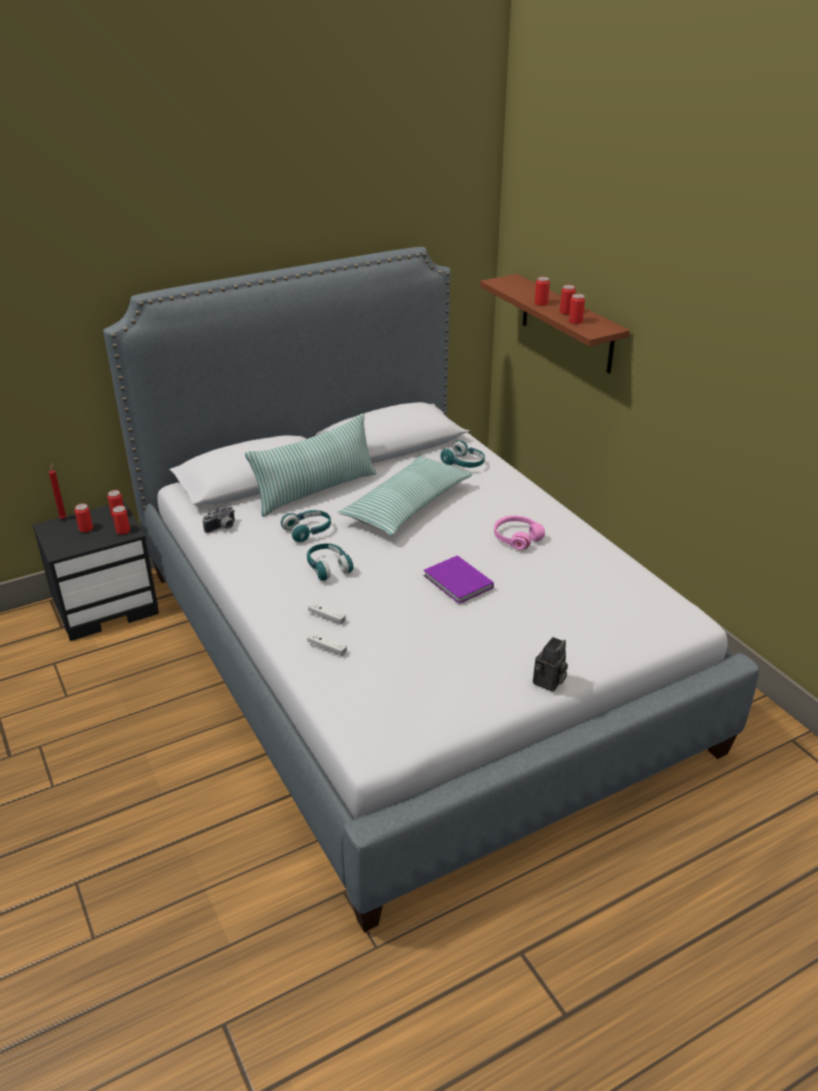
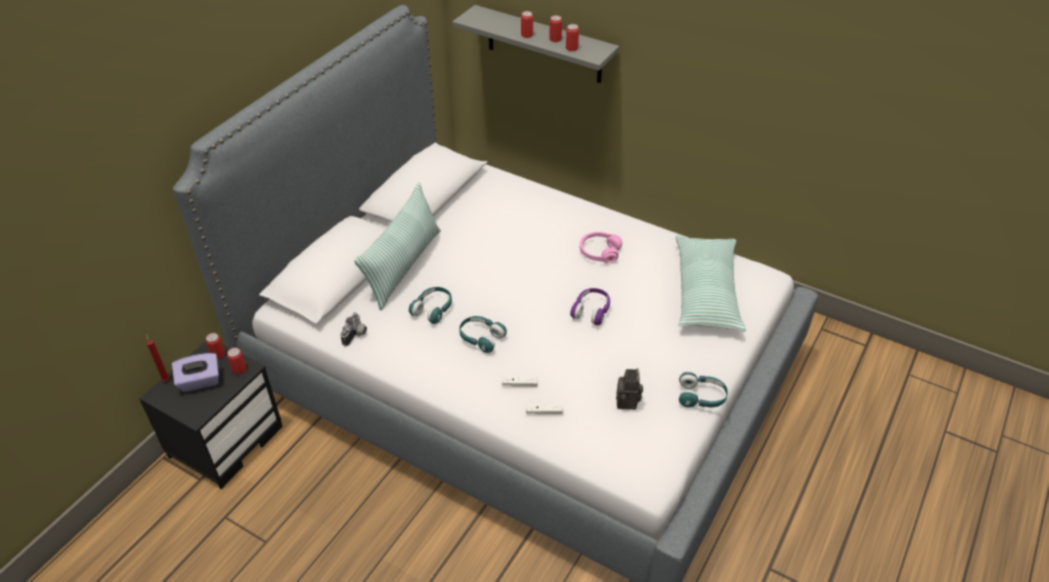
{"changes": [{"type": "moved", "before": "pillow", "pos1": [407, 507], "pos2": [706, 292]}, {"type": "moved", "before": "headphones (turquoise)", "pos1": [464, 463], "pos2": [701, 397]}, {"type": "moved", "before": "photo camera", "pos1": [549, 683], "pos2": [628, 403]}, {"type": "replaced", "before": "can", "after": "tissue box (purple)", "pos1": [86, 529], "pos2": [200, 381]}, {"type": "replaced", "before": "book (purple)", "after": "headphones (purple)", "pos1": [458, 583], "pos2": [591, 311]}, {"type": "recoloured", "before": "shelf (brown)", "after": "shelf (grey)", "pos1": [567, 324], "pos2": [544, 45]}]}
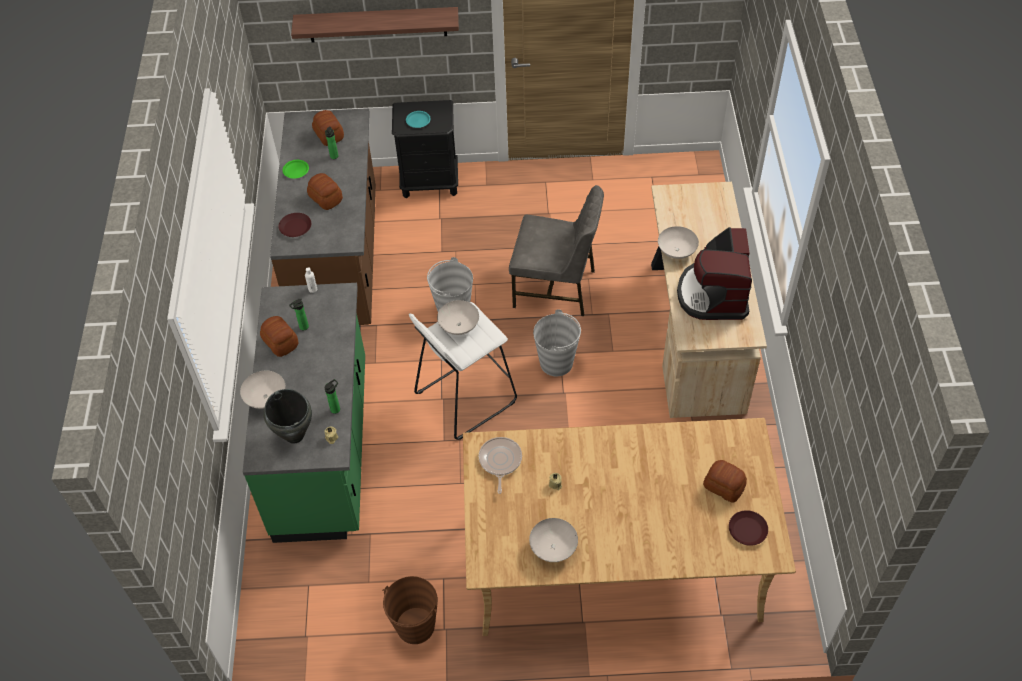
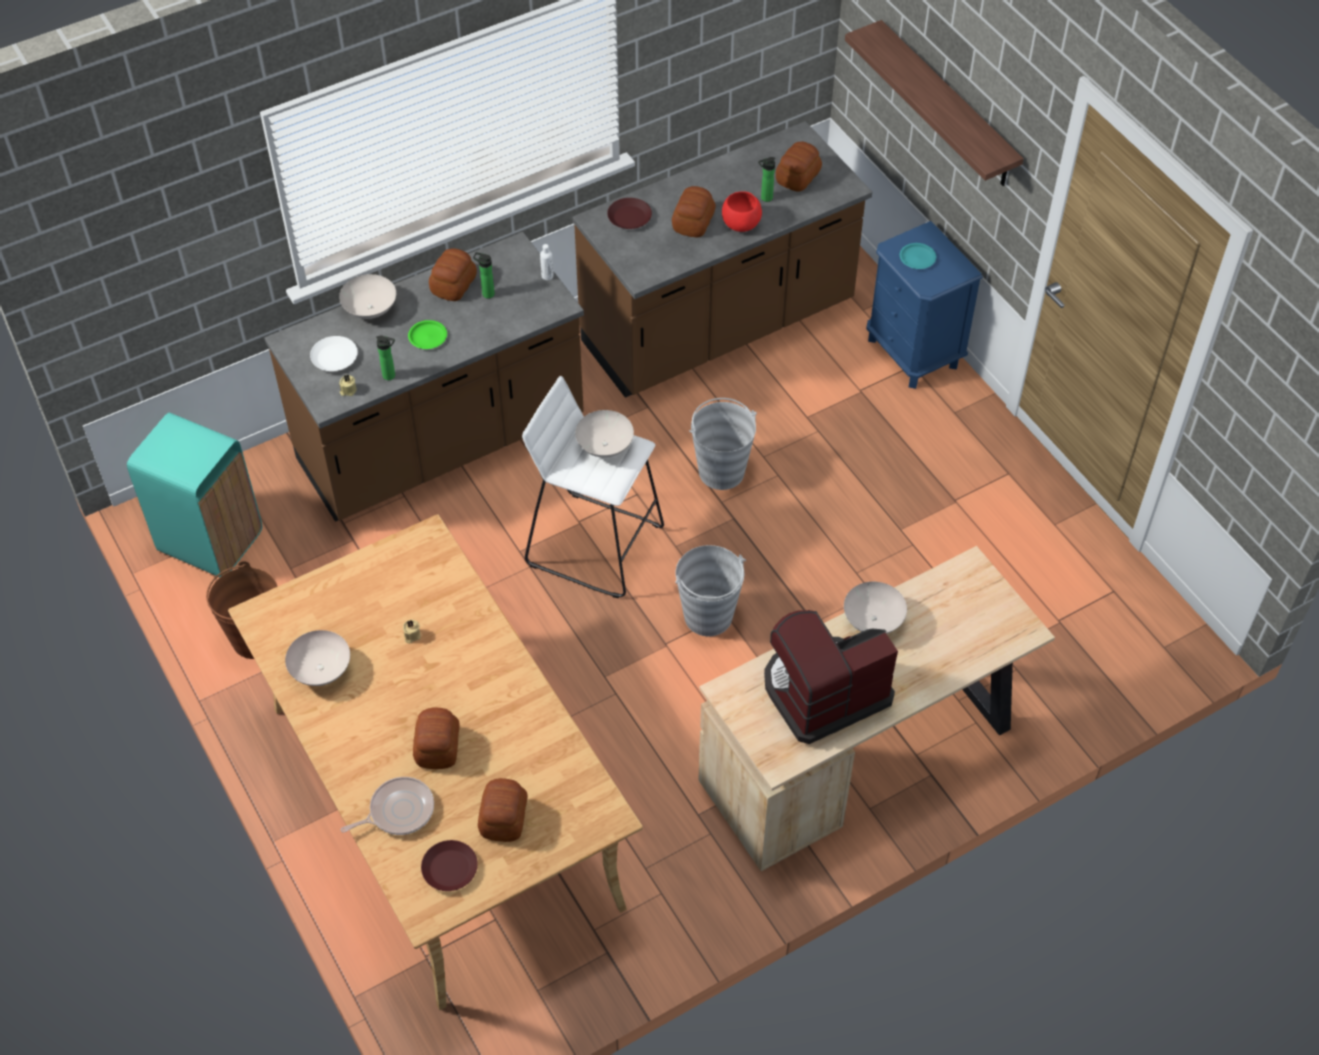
{"changes": [{"type": "removed", "before": "chair (grey)", "pos1": [556, 288]}, {"type": "added", "after": "trash can (turquoise)", "pos2": [210, 540]}, {"type": "added", "after": "bread", "pos2": [438, 746]}, {"type": "added", "after": "bowl (red)", "pos2": [741, 224]}, {"type": "moved", "before": "plate (green)", "pos1": [296, 170], "pos2": [428, 337]}, {"type": "moved", "before": "frying pan", "pos1": [500, 461], "pos2": [398, 811]}, {"type": "replaced", "before": "cooking pot (black)", "after": "plate (white)", "pos1": [295, 435], "pos2": [335, 357]}, {"type": "recoloured", "before": "counter (green)", "after": "counter (brown)", "pos1": [324, 449], "pos2": [442, 443]}, {"type": "recoloured", "before": "nightstand (black)", "after": "nightstand (blue)", "pos1": [430, 182], "pos2": [913, 353]}]}
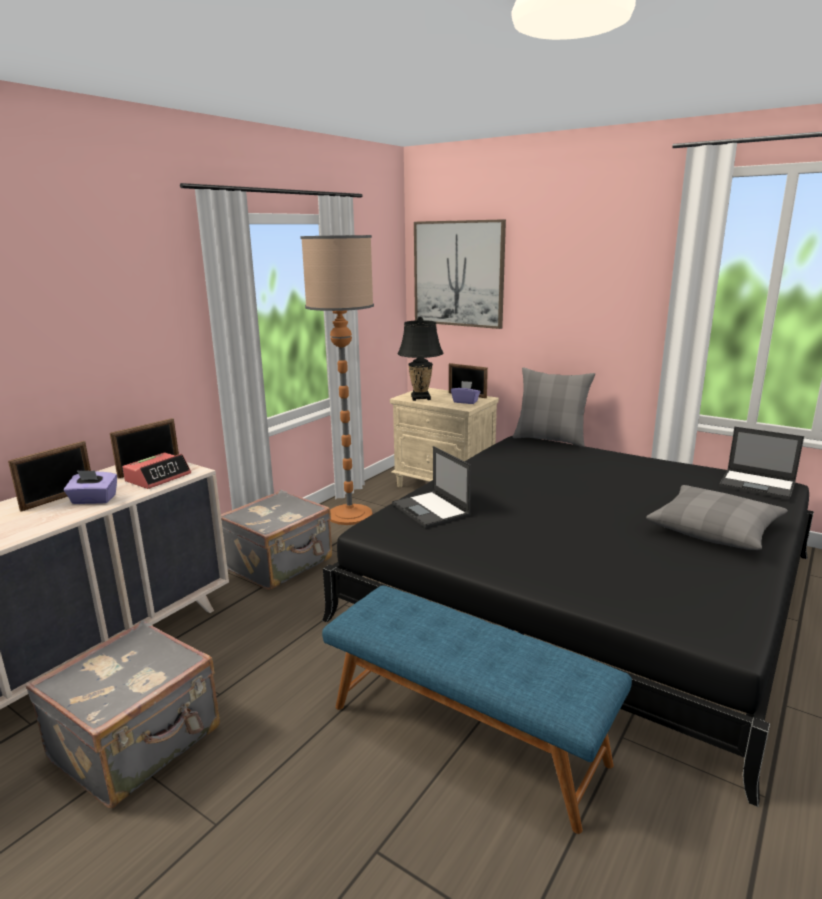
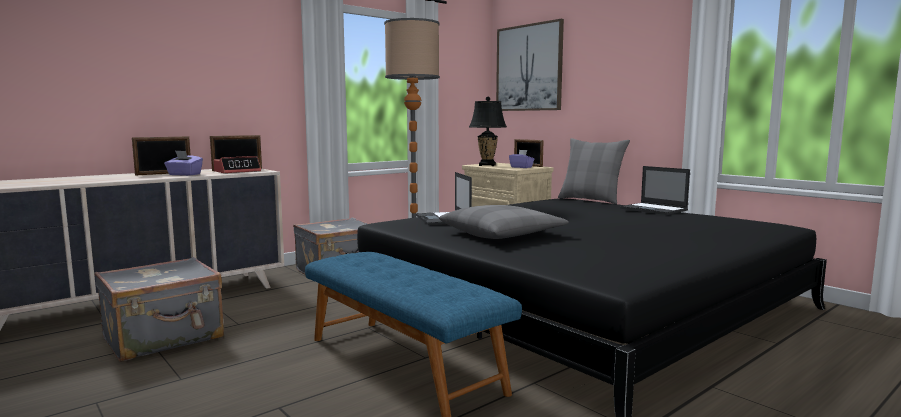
{"changes": [{"type": "moved", "before": "pillow (grey)", "pos1": [714, 529], "pos2": [502, 234]}, {"type": "moved", "before": "laptop", "pos1": [758, 485], "pos2": [654, 209]}]}
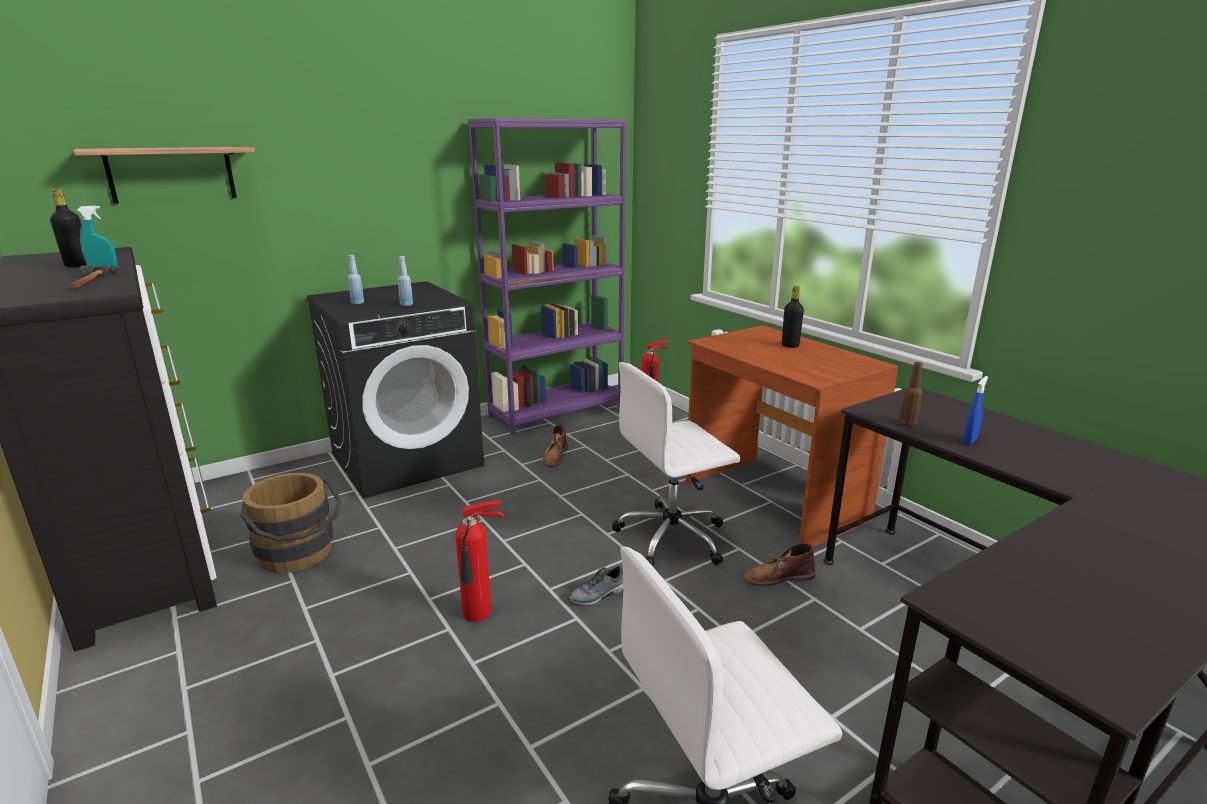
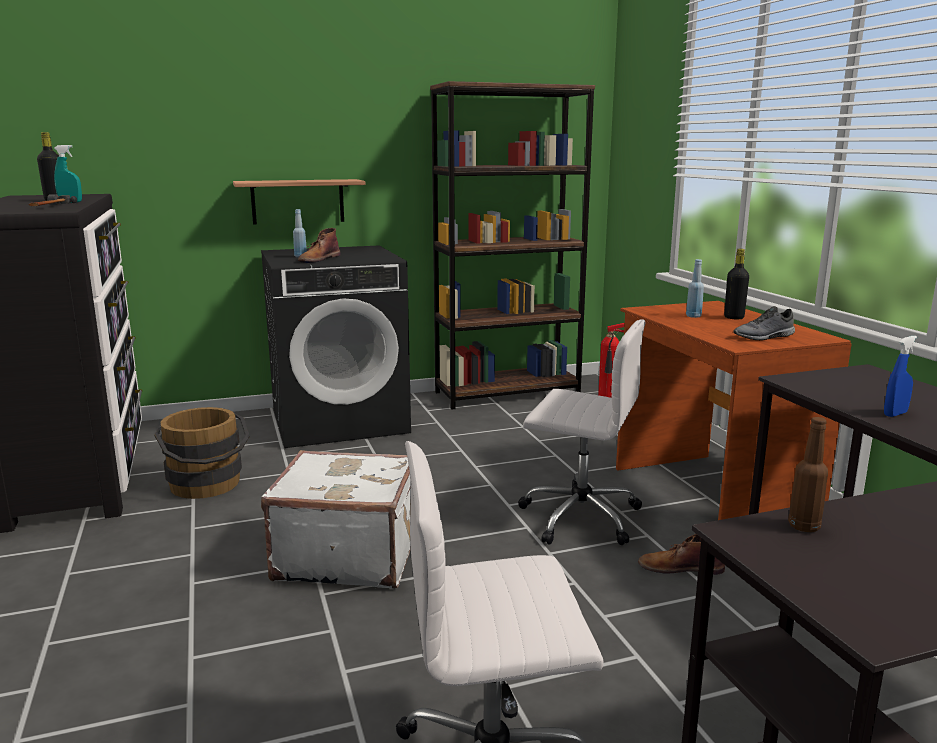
{"changes": [{"type": "moved", "before": "shelf", "pos1": [171, 174], "pos2": [298, 201]}, {"type": "moved", "before": "bottle (blue)", "pos1": [406, 304], "pos2": [693, 316]}, {"type": "moved", "before": "boot (brown)", "pos1": [555, 456], "pos2": [318, 259]}, {"type": "moved", "before": "shoe (grey)", "pos1": [598, 595], "pos2": [764, 337]}, {"type": "moved", "before": "bottle (brown)", "pos1": [907, 423], "pos2": [804, 526]}, {"type": "replaced", "before": "fire extinguisher", "after": "suitcase (white)", "pos1": [479, 614], "pos2": [347, 555]}, {"type": "recoloured", "before": "bookcase (purple)", "after": "bookcase (brown)", "pos1": [557, 411], "pos2": [507, 393]}, {"type": "turned", "before": "office chair (white)", "pos1": [673, 537], "pos2": [578, 516], "turn": -150}]}
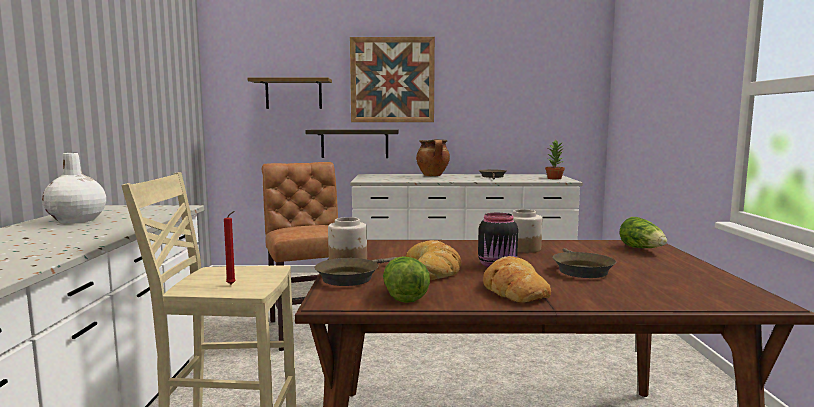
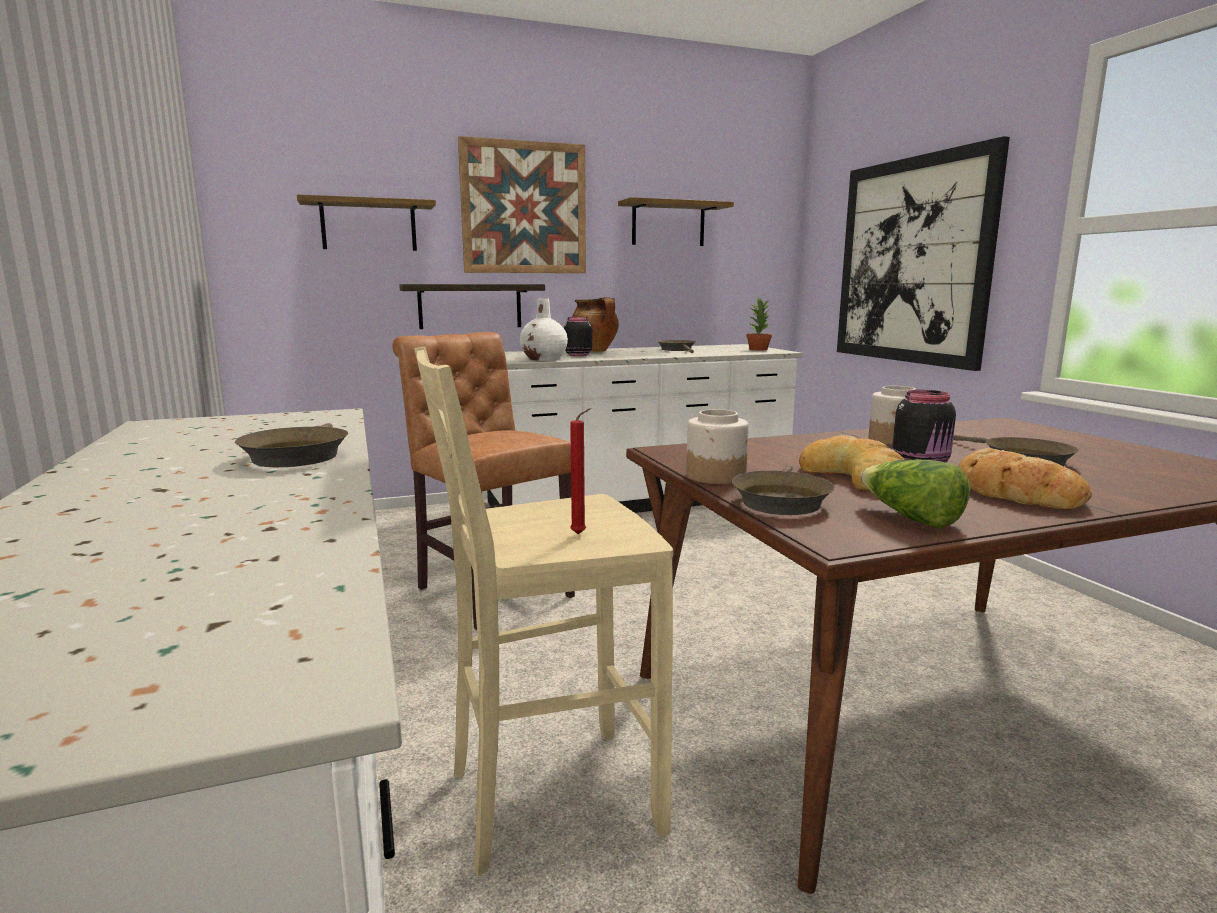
{"changes": [{"type": "removed", "before": "lettuce", "pos1": [642, 249]}, {"type": "added", "after": "frying pan (brown)", "pos2": [297, 455]}, {"type": "added", "after": "jar (black)", "pos2": [577, 355]}, {"type": "added", "after": "shelf", "pos2": [668, 224]}, {"type": "added", "after": "picture", "pos2": [912, 261]}, {"type": "moved", "before": "vase (white)", "pos1": [77, 220], "pos2": [544, 359]}]}
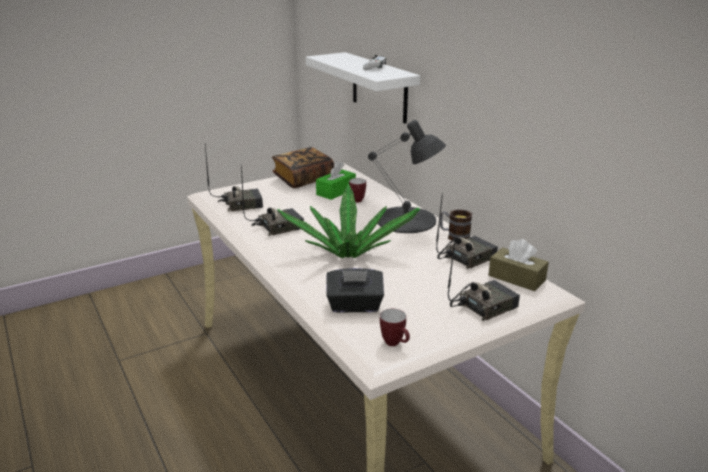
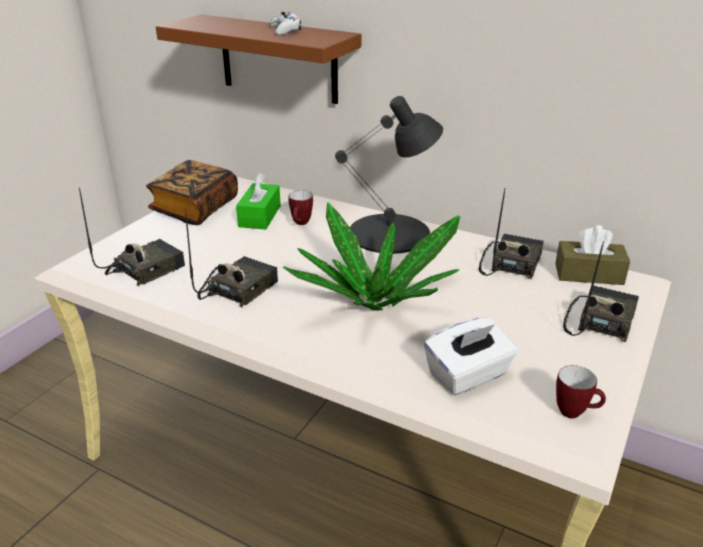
{"changes": [{"type": "removed", "before": "mug", "pos1": [454, 236]}, {"type": "recoloured", "before": "shelf (white)", "after": "shelf (brown)", "pos1": [379, 87], "pos2": [278, 59]}, {"type": "recoloured", "before": "tissue box (black)", "after": "tissue box (white)", "pos1": [355, 306], "pos2": [468, 375]}]}
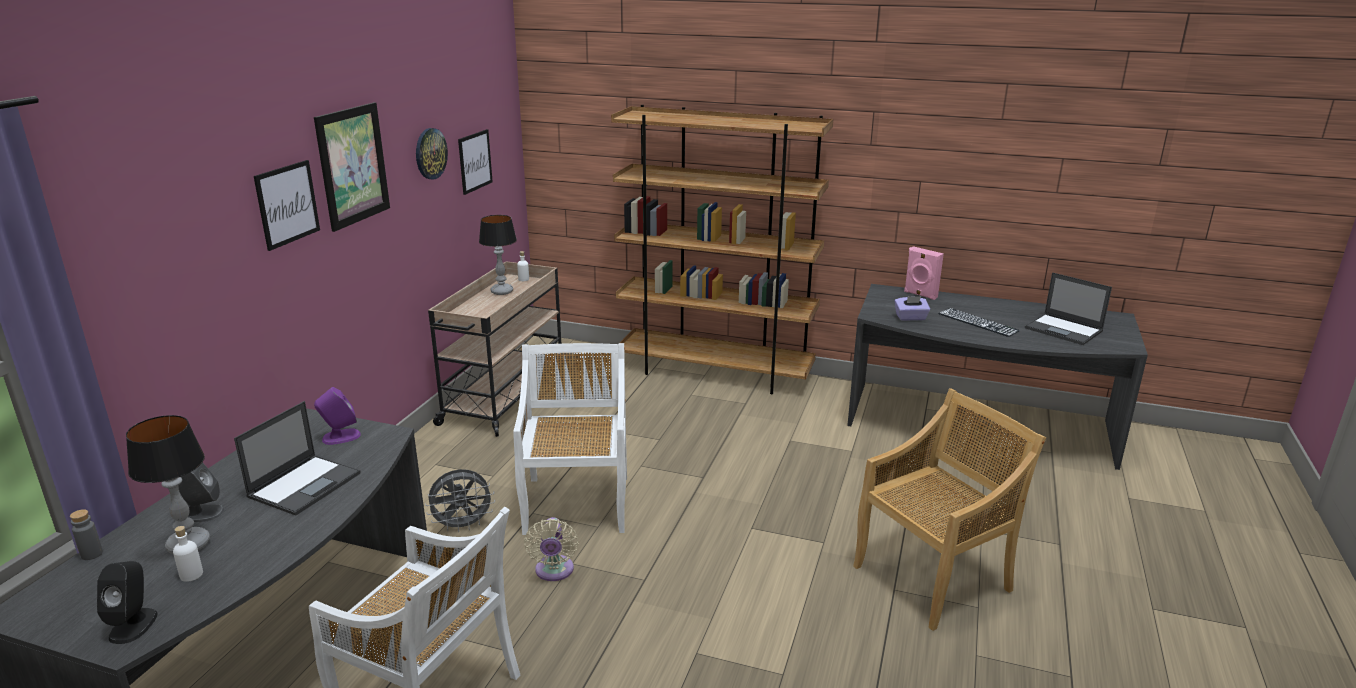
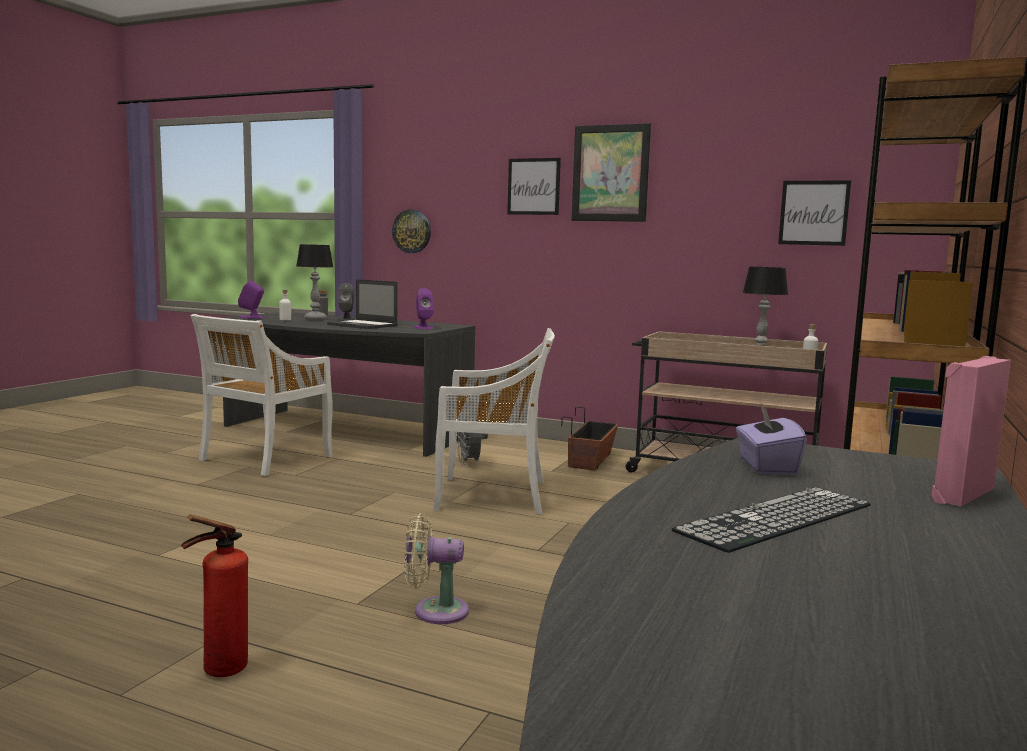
{"changes": [{"type": "removed", "before": "laptop", "pos1": [1064, 330]}, {"type": "added", "after": "planter", "pos2": [591, 460]}, {"type": "moved", "before": "wall clock", "pos1": [430, 153], "pos2": [412, 231]}, {"type": "moved", "before": "fan (beige)", "pos1": [554, 572], "pos2": [435, 611]}, {"type": "replaced", "before": "chair (beige)", "after": "fire extinguisher", "pos1": [933, 577], "pos2": [219, 671]}, {"type": "recoloured", "before": "speaker (black)", "after": "speaker (purple)", "pos1": [133, 625], "pos2": [251, 317]}]}
